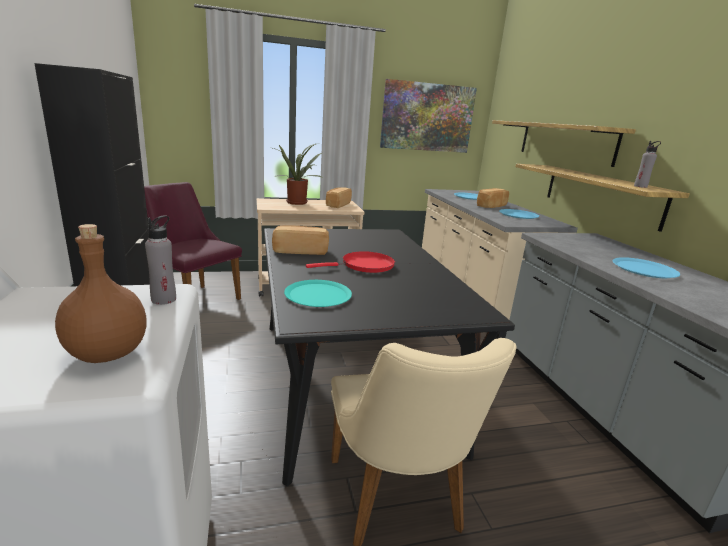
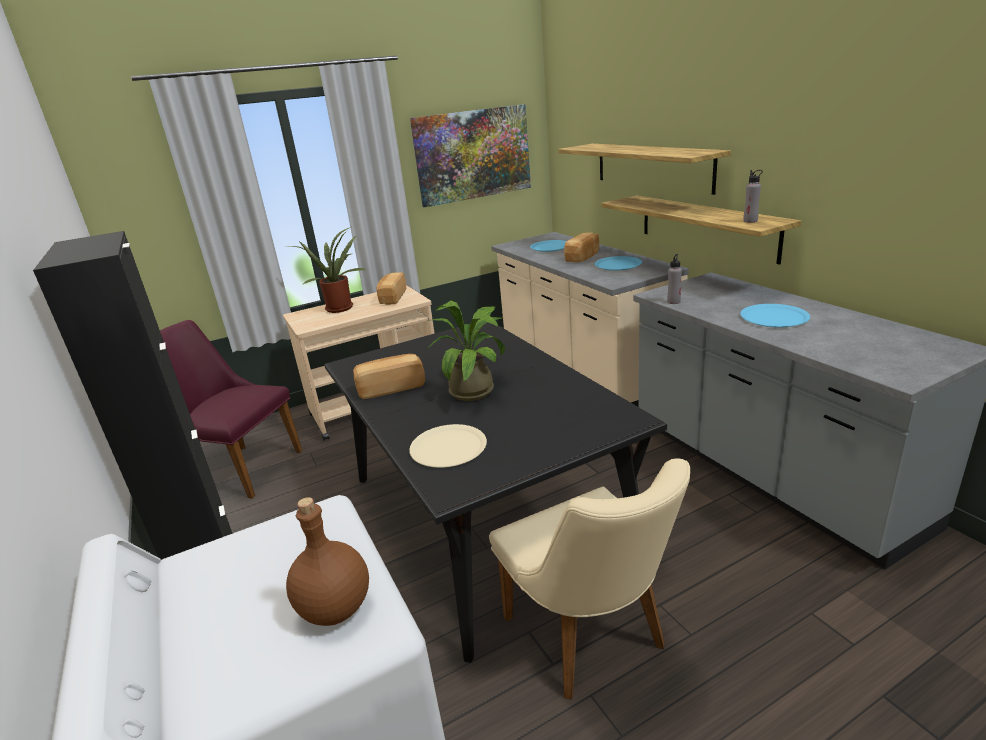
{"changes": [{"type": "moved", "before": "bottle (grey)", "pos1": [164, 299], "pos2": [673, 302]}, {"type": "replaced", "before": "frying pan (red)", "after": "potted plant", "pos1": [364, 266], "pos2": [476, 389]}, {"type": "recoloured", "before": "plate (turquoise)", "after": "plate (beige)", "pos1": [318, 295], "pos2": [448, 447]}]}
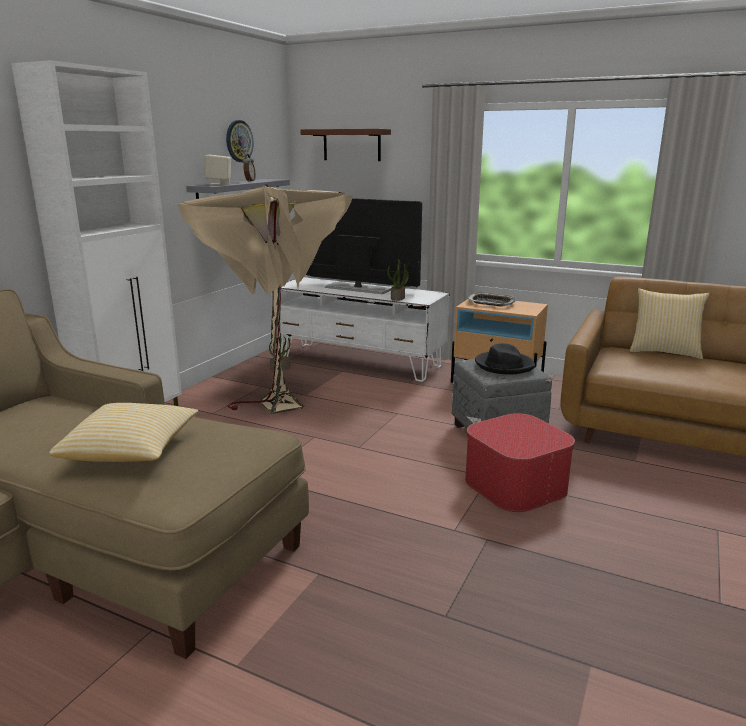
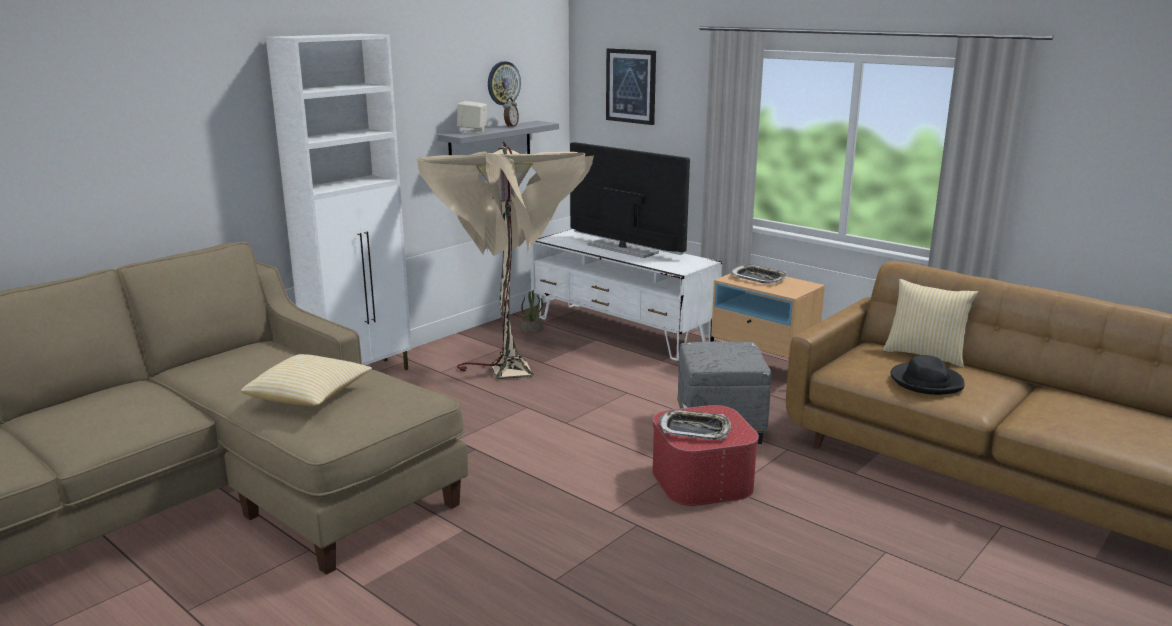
{"changes": [{"type": "removed", "before": "potted plant", "pos1": [398, 298]}, {"type": "added", "after": "tray", "pos2": [694, 430]}, {"type": "moved", "before": "hat (black)", "pos1": [504, 365], "pos2": [926, 382]}, {"type": "replaced", "before": "shelf (brown)", "after": "picture", "pos1": [352, 145], "pos2": [631, 86]}]}
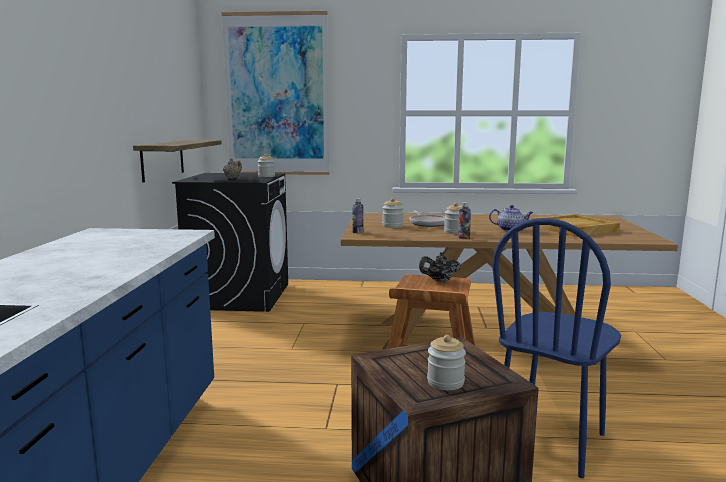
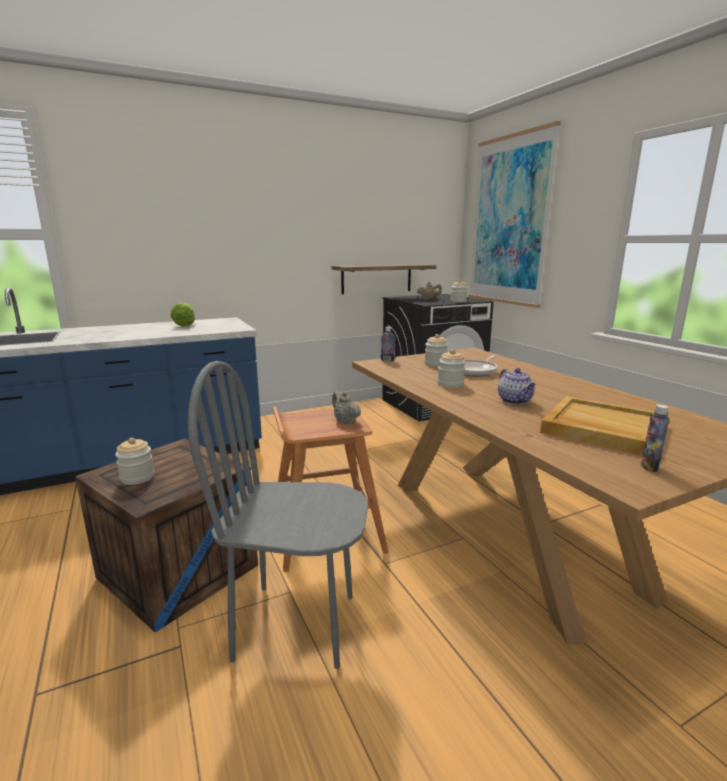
{"changes": [{"type": "added", "after": "lettuce", "pos2": [185, 325]}, {"type": "moved", "before": "bottle", "pos1": [463, 238], "pos2": [649, 467]}, {"type": "recoloured", "before": "teapot (black)", "after": "teapot (beige)", "pos1": [439, 281], "pos2": [345, 421]}, {"type": "recoloured", "before": "chair (blue)", "after": "chair (grey)", "pos1": [551, 441], "pos2": [296, 625]}]}
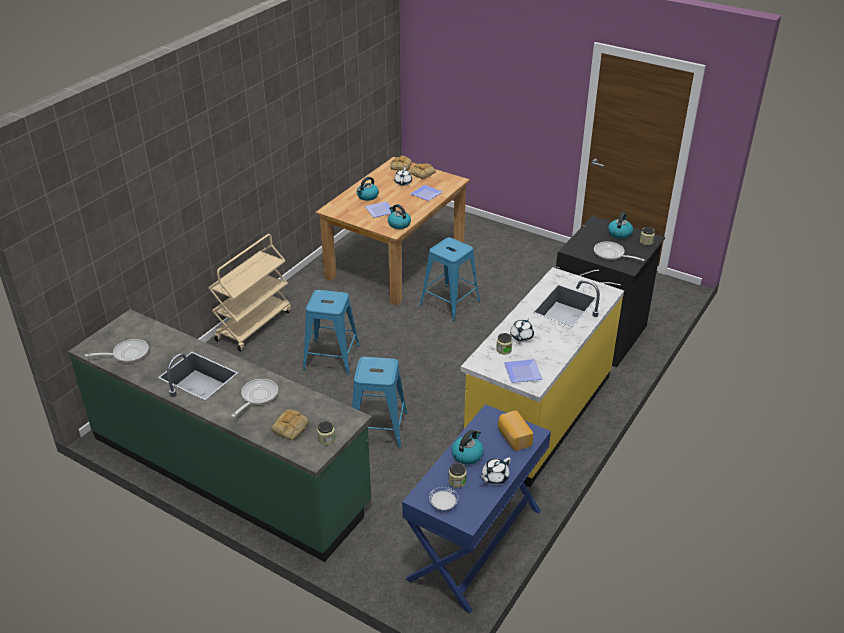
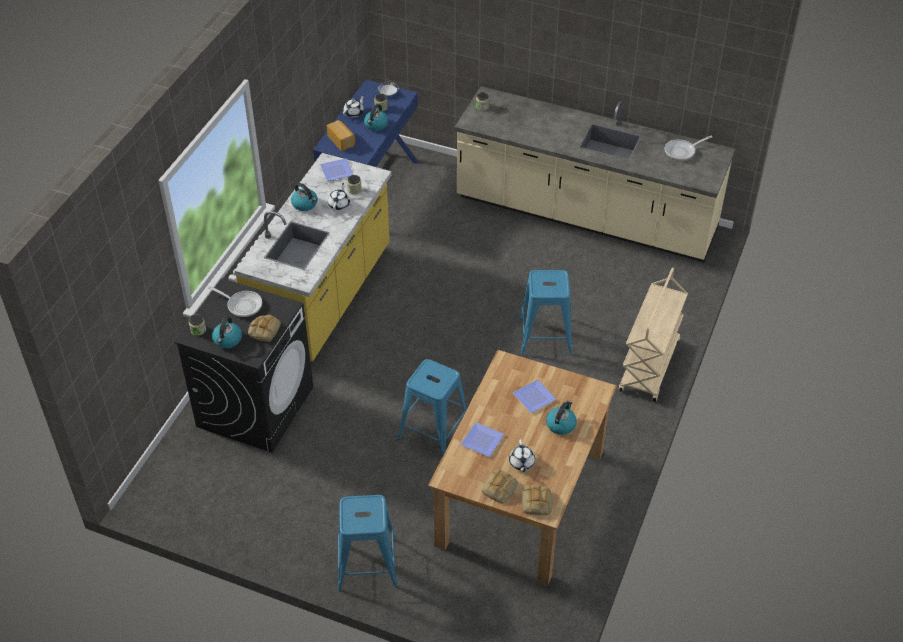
{"changes": [{"type": "removed", "before": "frying pan", "pos1": [257, 397]}, {"type": "moved", "before": "bread", "pos1": [290, 428], "pos2": [264, 330]}, {"type": "moved", "before": "stool (blue)", "pos1": [378, 428], "pos2": [366, 564]}, {"type": "moved", "before": "kettle", "pos1": [398, 224], "pos2": [305, 204]}, {"type": "recoloured", "before": "counter (green)", "after": "counter (beige)", "pos1": [229, 471], "pos2": [585, 216]}]}
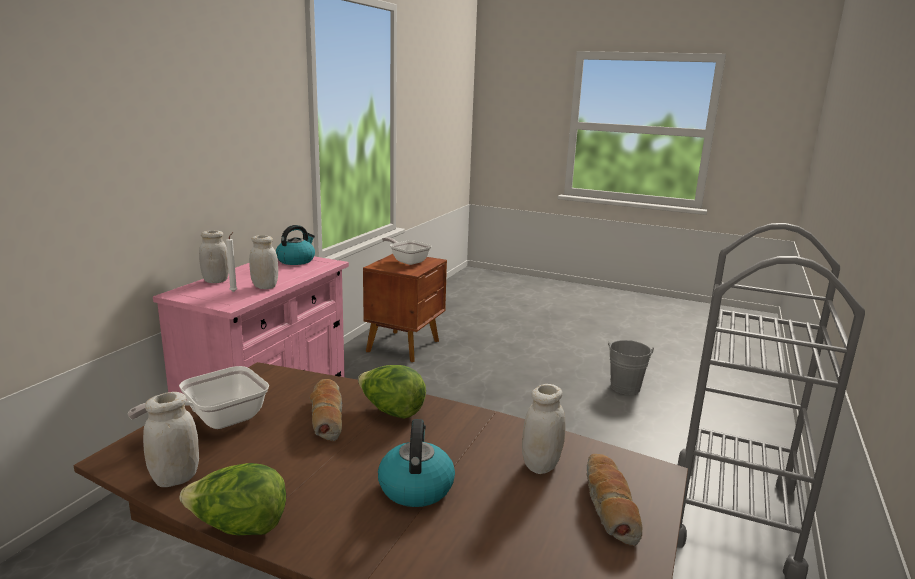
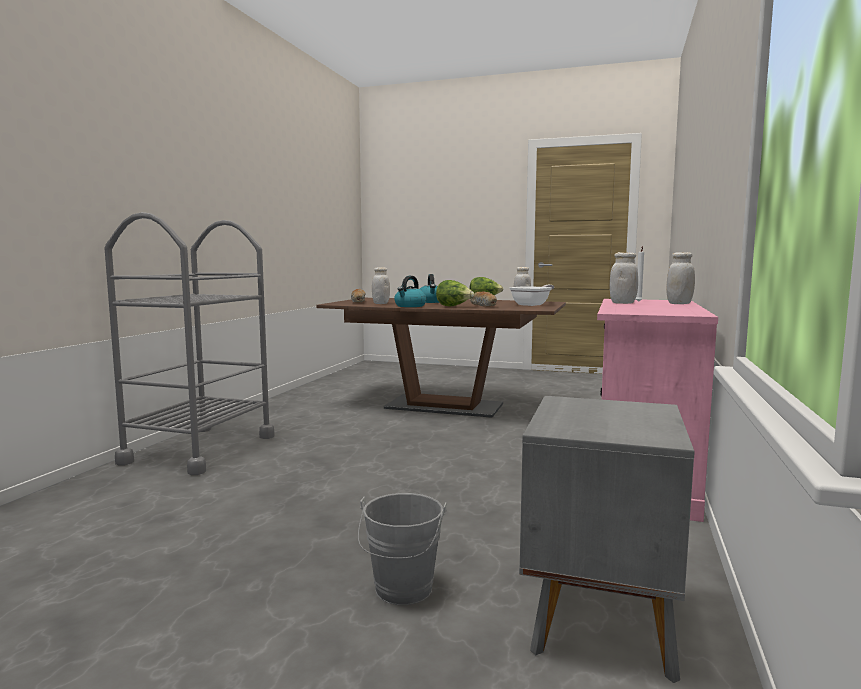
{"changes": [{"type": "removed", "before": "frying pan", "pos1": [407, 261]}, {"type": "moved", "before": "kettle", "pos1": [296, 260], "pos2": [410, 306]}, {"type": "moved", "before": "bucket (grey)", "pos1": [625, 386], "pos2": [402, 592]}, {"type": "recoloured", "before": "nightstand (brown)", "after": "nightstand (grey)", "pos1": [405, 346], "pos2": [600, 622]}]}
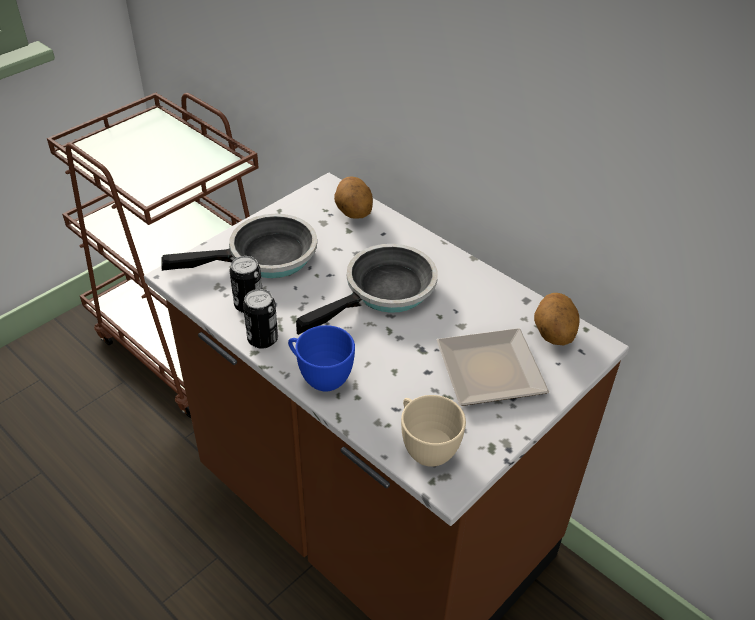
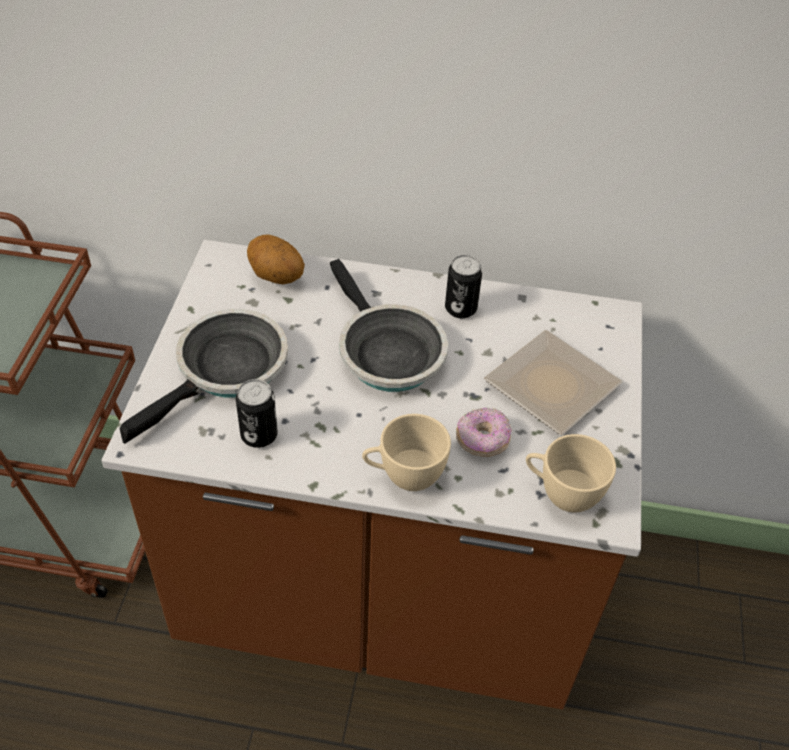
{"changes": [{"type": "removed", "before": "potato", "pos1": [552, 335]}, {"type": "added", "after": "donut", "pos2": [482, 440]}, {"type": "moved", "before": "can", "pos1": [262, 339], "pos2": [460, 308]}, {"type": "recoloured", "before": "cup (blue)", "after": "cup (beige)", "pos1": [320, 376], "pos2": [404, 476]}, {"type": "turned", "before": "frying pan", "pos1": [384, 292], "pos2": [386, 352], "turn": 135}]}
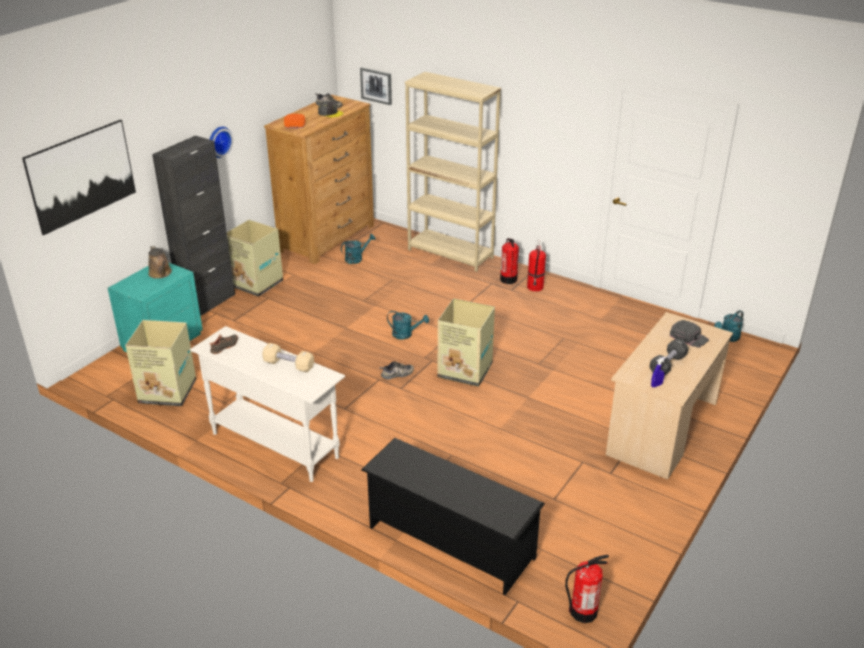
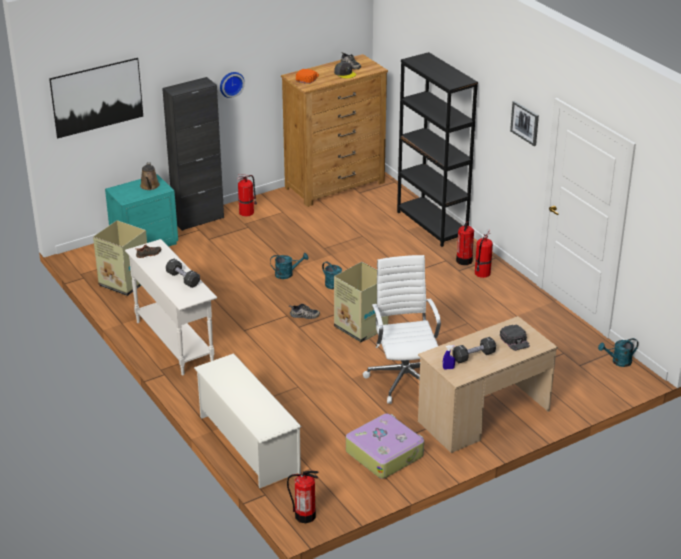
{"changes": [{"type": "added", "after": "suitcase", "pos2": [384, 453]}, {"type": "added", "after": "office chair (white)", "pos2": [404, 378]}, {"type": "moved", "before": "watering can (turquoise)", "pos1": [356, 258], "pos2": [287, 274]}, {"type": "moved", "before": "picture", "pos1": [376, 85], "pos2": [525, 123]}, {"type": "replaced", "before": "cardboard box", "after": "fire extinguisher", "pos1": [256, 283], "pos2": [247, 212]}, {"type": "recoloured", "before": "dumbbell (beige)", "after": "dumbbell (black)", "pos1": [289, 365], "pos2": [183, 279]}, {"type": "recoloured", "before": "shoe rack (black)", "after": "shoe rack (white)", "pos1": [449, 542], "pos2": [248, 444]}, {"type": "recoloured", "before": "bookcase (beige)", "after": "bookcase (black)", "pos1": [450, 253], "pos2": [432, 225]}]}
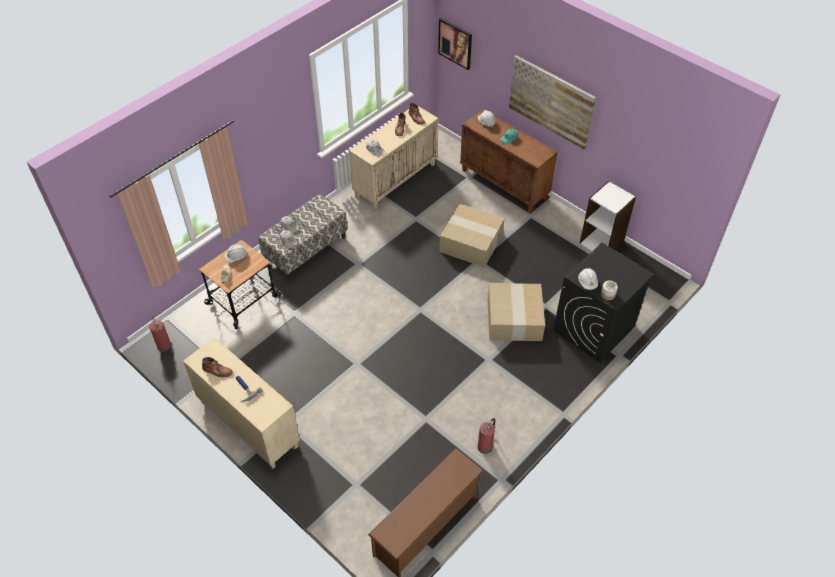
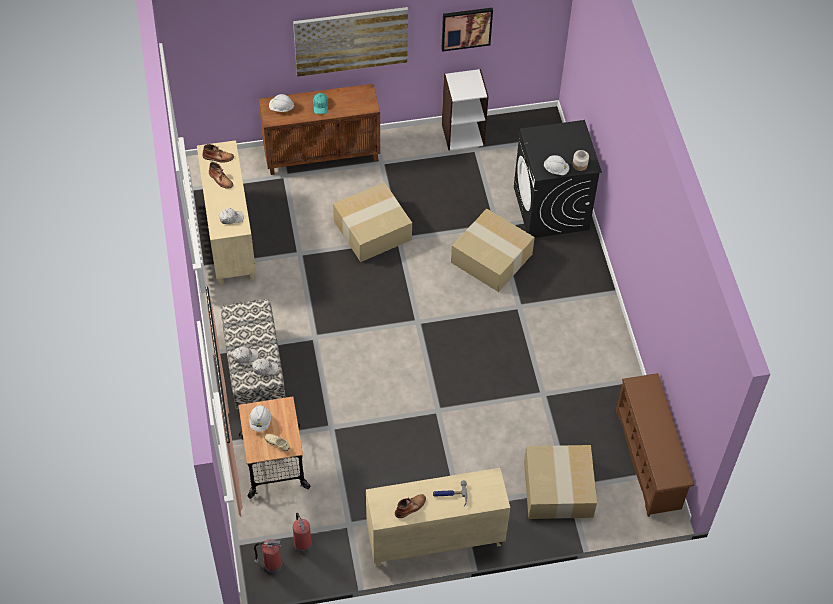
{"changes": [{"type": "added", "after": "cardboard box", "pos2": [559, 490]}, {"type": "moved", "before": "picture", "pos1": [455, 43], "pos2": [466, 28]}, {"type": "moved", "before": "fire extinguisher", "pos1": [485, 446], "pos2": [302, 543]}]}
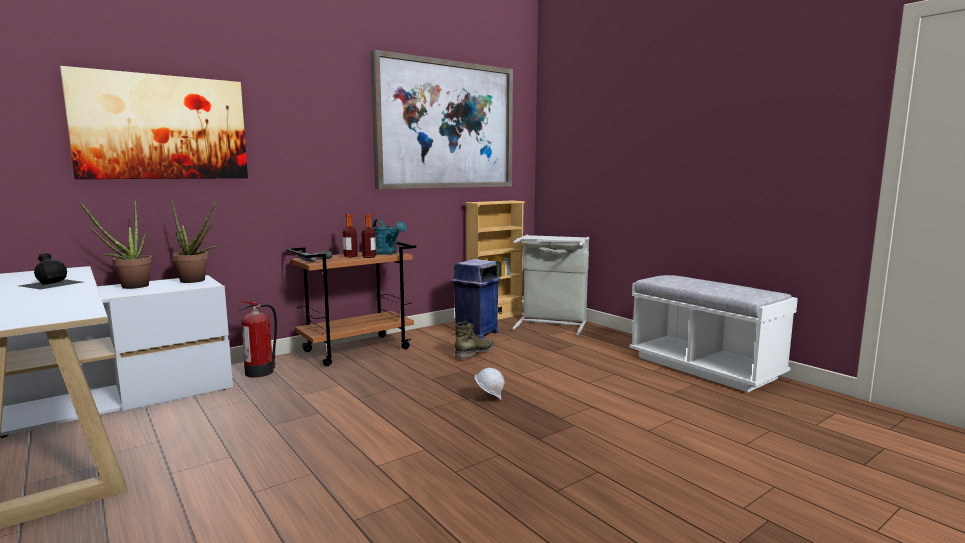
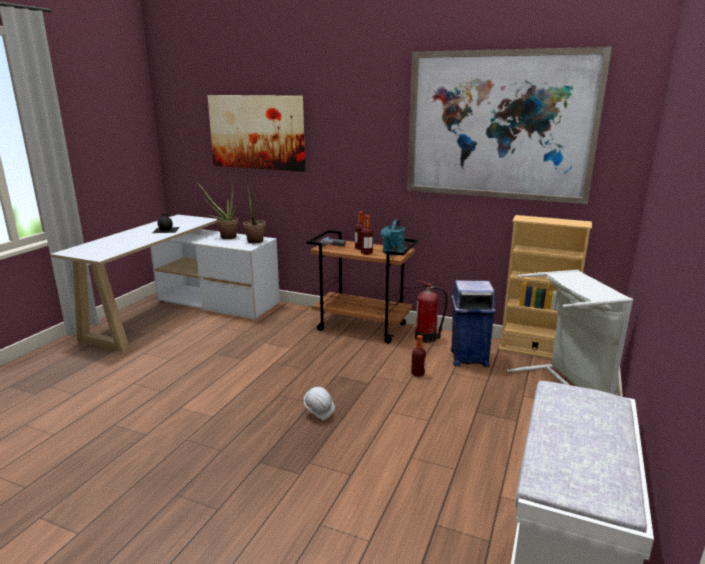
{"changes": [{"type": "moved", "before": "fire extinguisher", "pos1": [261, 372], "pos2": [427, 337]}, {"type": "replaced", "before": "boot (green)", "after": "bottle", "pos1": [475, 352], "pos2": [418, 374]}]}
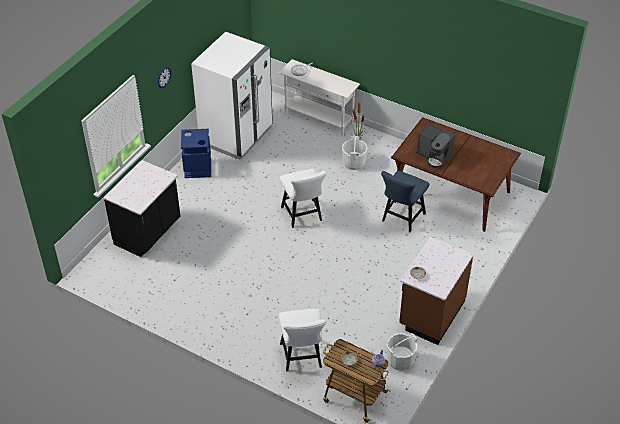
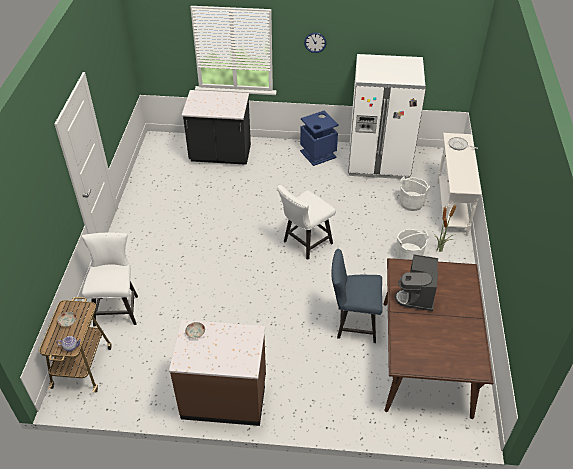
{"changes": [{"type": "moved", "before": "bucket (white)", "pos1": [400, 360], "pos2": [411, 203]}, {"type": "turned", "before": "chair (white)", "pos1": [302, 358], "pos2": [117, 307], "turn": 120}]}
